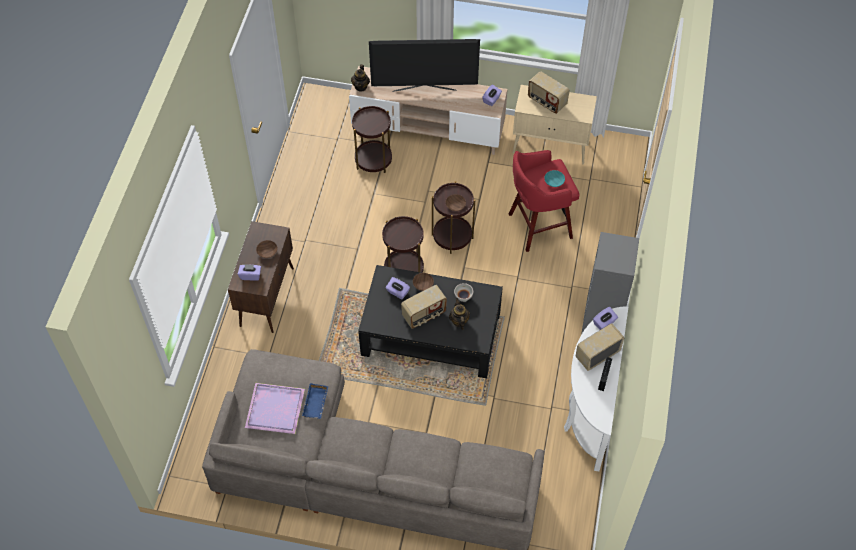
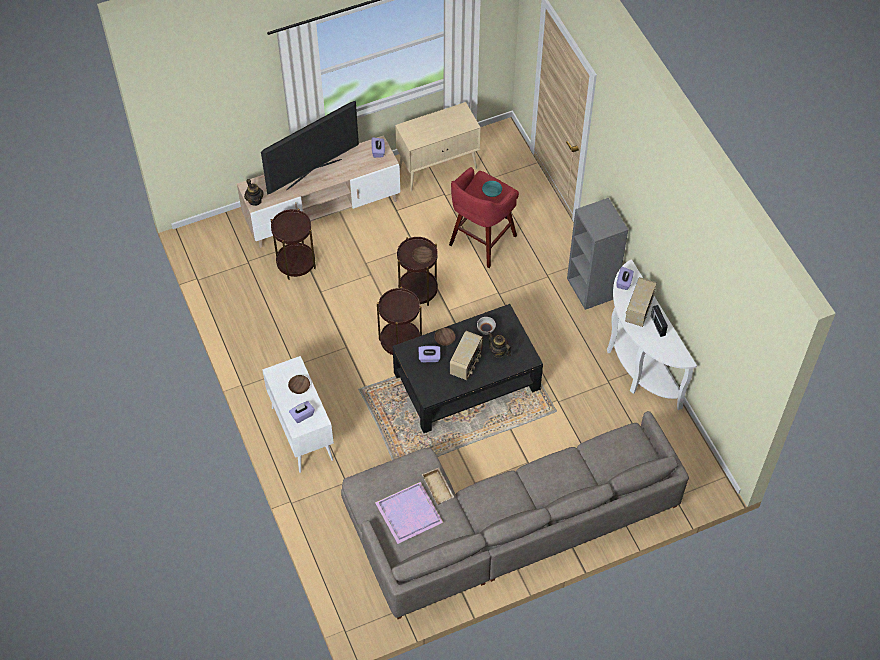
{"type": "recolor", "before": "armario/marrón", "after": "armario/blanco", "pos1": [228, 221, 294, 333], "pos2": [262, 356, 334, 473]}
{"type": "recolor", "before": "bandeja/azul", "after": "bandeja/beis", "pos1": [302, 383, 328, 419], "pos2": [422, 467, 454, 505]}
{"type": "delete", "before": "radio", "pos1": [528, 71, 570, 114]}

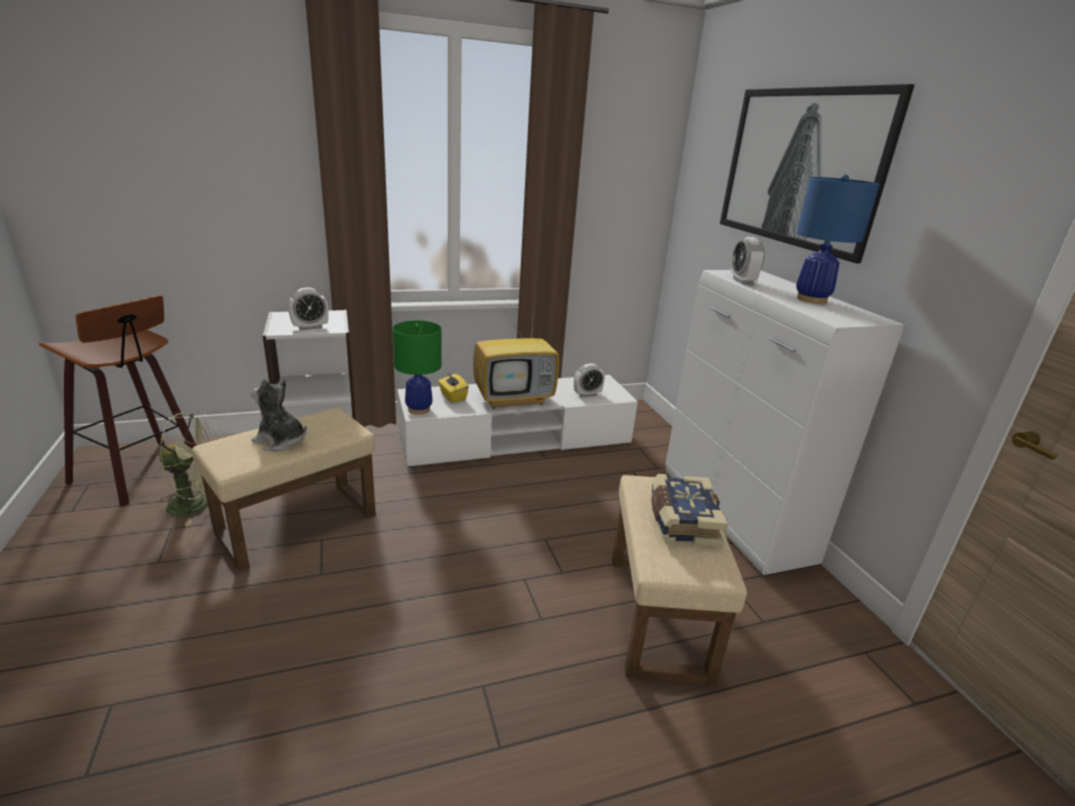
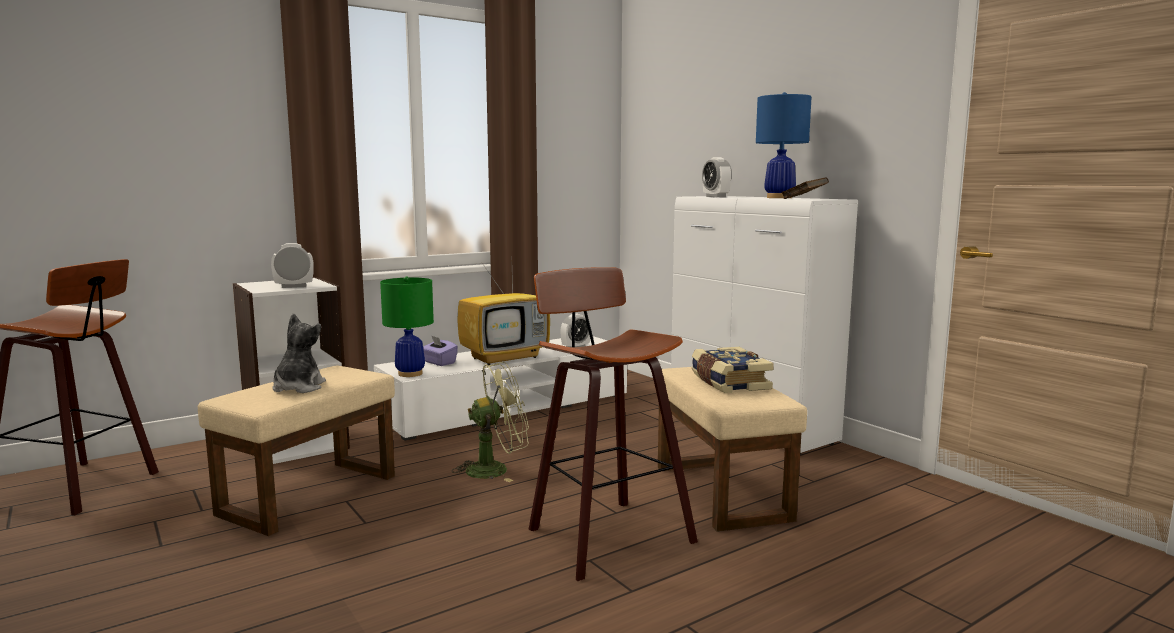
{"type": "rotate", "before": "despertador", "pos1": [288, 287, 329, 330], "pos2": [271, 243, 314, 288], "turn": -150}
{"type": "rotate", "before": "peluche", "pos1": [251, 379, 307, 452], "pos2": [272, 313, 326, 393], "turn": 90}
{"type": "recolor", "before": "caja de pañuelos/amarillo", "after": "caja de pañuelos/morado", "pos1": [438, 373, 469, 402], "pos2": [423, 335, 458, 366]}
{"type": "move", "before": "ventilador/verde", "pos1": [158, 412, 218, 526], "pos2": [452, 362, 529, 482]}
{"type": "insert", "after": "taburete", "pos2": [529, 267, 698, 581]}
{"type": "insert", "after": "libro/marrón", "pos2": [782, 177, 829, 199]}
{"type": "delete", "before": "cuadro", "pos1": [720, 84, 915, 263]}

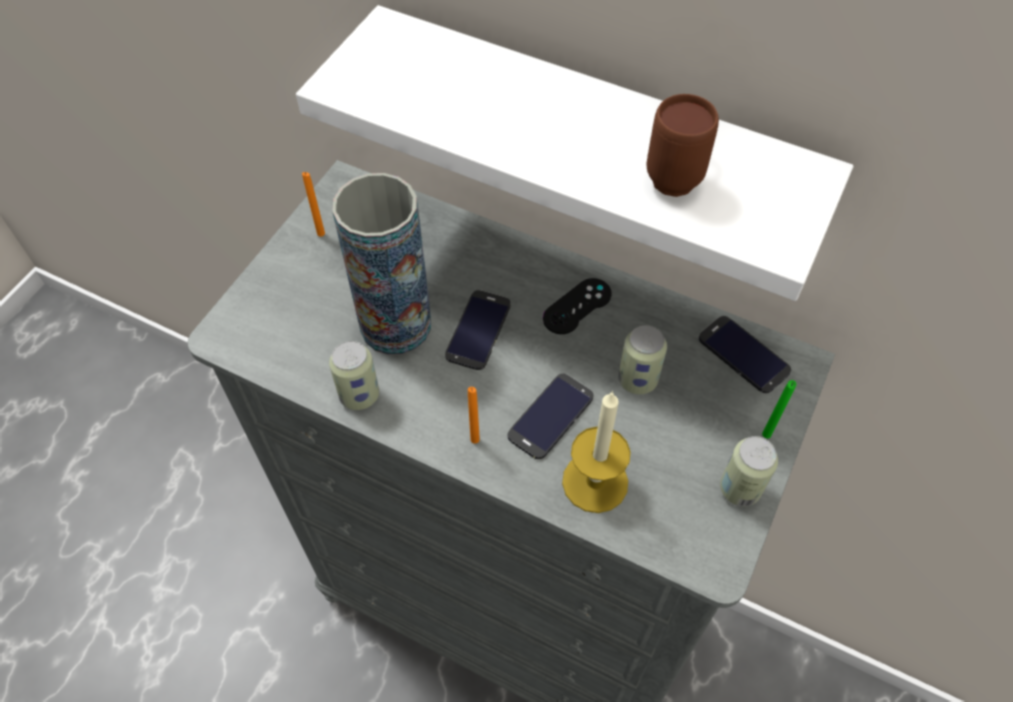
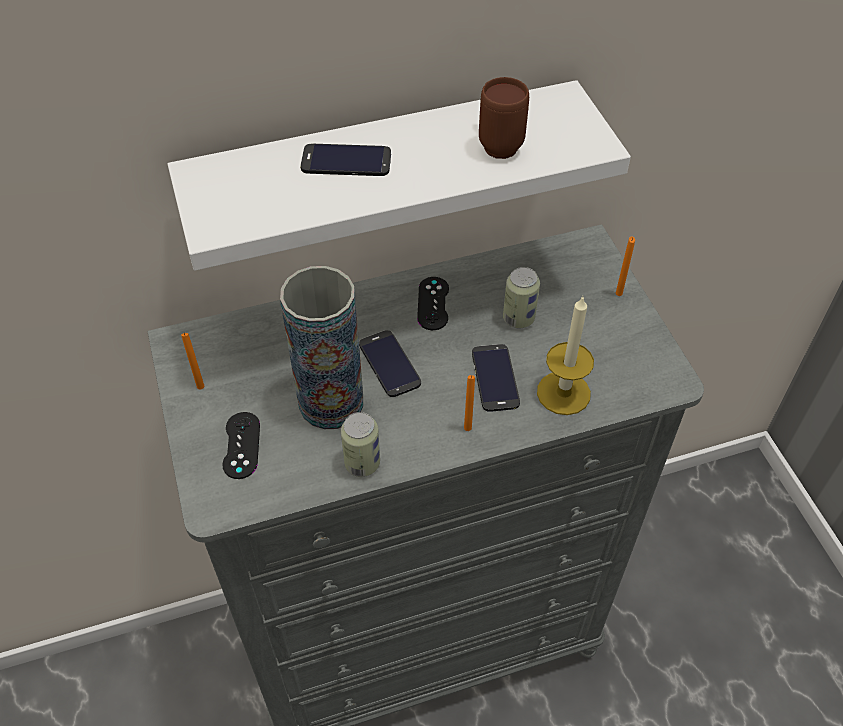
{"type": "insert", "after": "mando de consola/negro", "pos2": [222, 412, 260, 479]}
{"type": "move", "before": "móvil", "pos1": [699, 316, 791, 393], "pos2": [300, 144, 391, 176]}
{"type": "recolor", "before": "vela/verde", "after": "vela/naranja", "pos1": [762, 380, 796, 439], "pos2": [616, 237, 635, 296]}
{"type": "delete", "before": "lata", "pos1": [720, 436, 778, 507]}

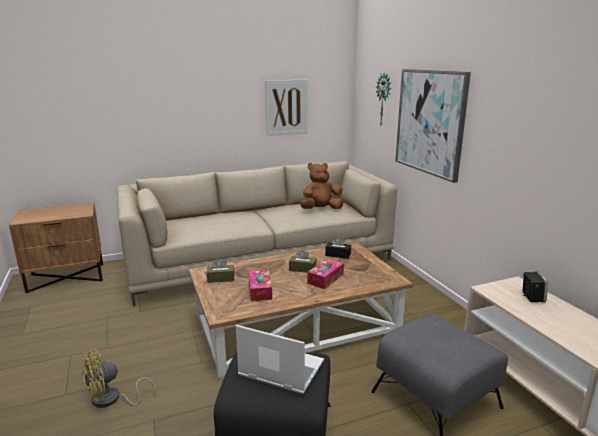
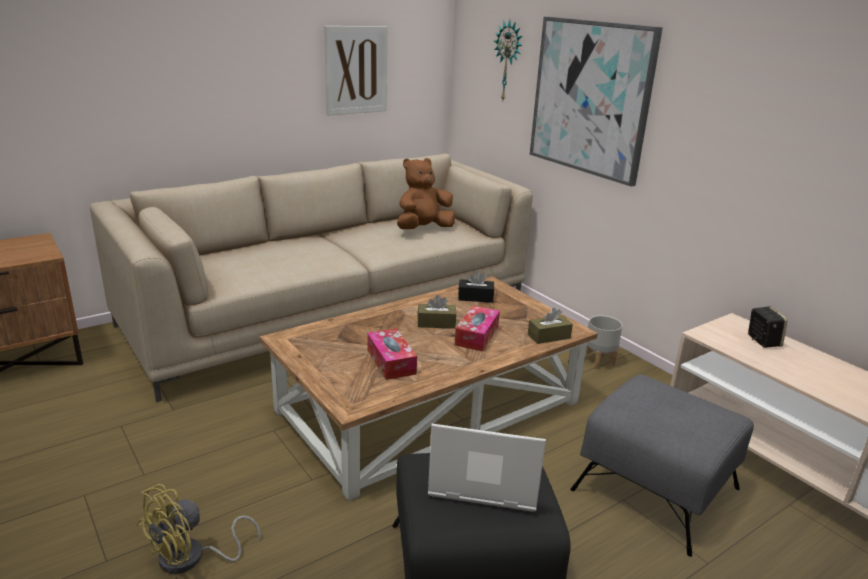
{"type": "move", "before": "caja de pañuelos/marrón", "pos1": [207, 259, 234, 283], "pos2": [528, 308, 573, 344]}
{"type": "insert", "after": "maceta/gris", "pos2": [585, 315, 622, 369]}

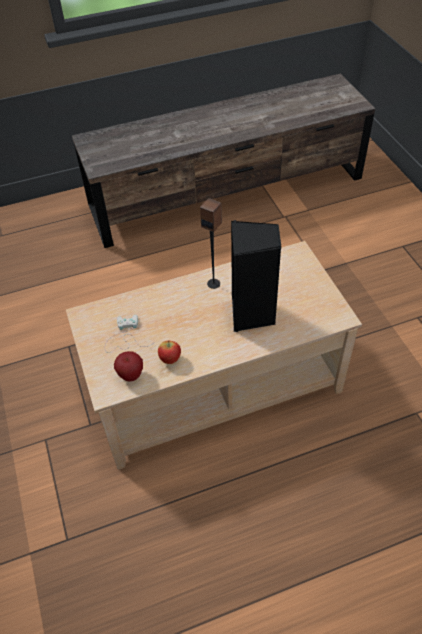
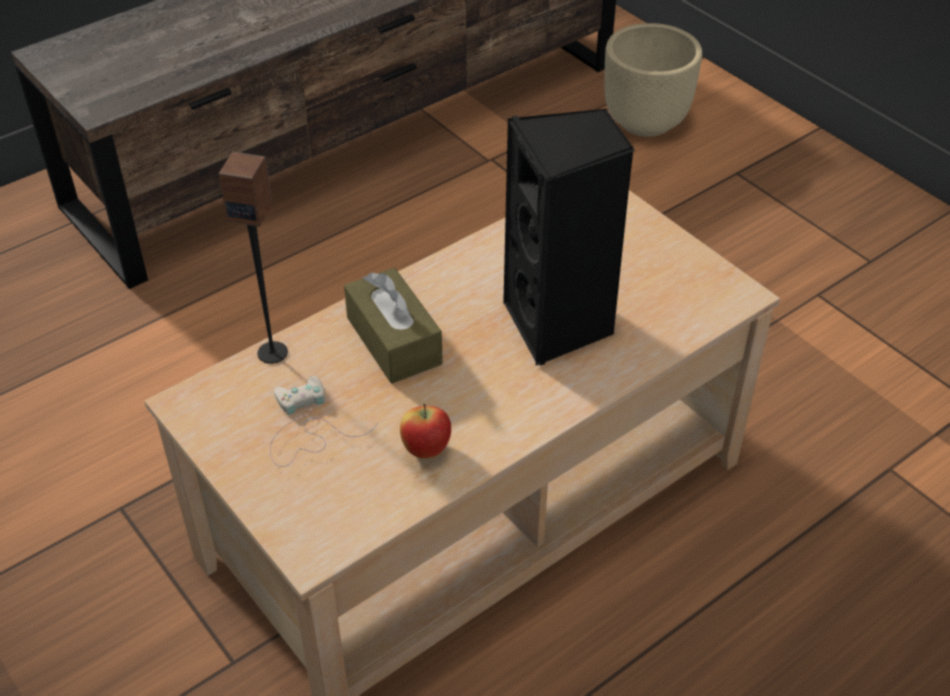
{"type": "move", "before": "altavoz", "pos1": [200, 198, 222, 289], "pos2": [219, 152, 288, 364]}
{"type": "insert", "after": "caja de pañuelos/marrón", "pos2": [344, 268, 443, 384]}
{"type": "insert", "after": "maceta/beis", "pos2": [604, 23, 702, 137]}
{"type": "delete", "before": "manzana", "pos1": [114, 351, 143, 382]}

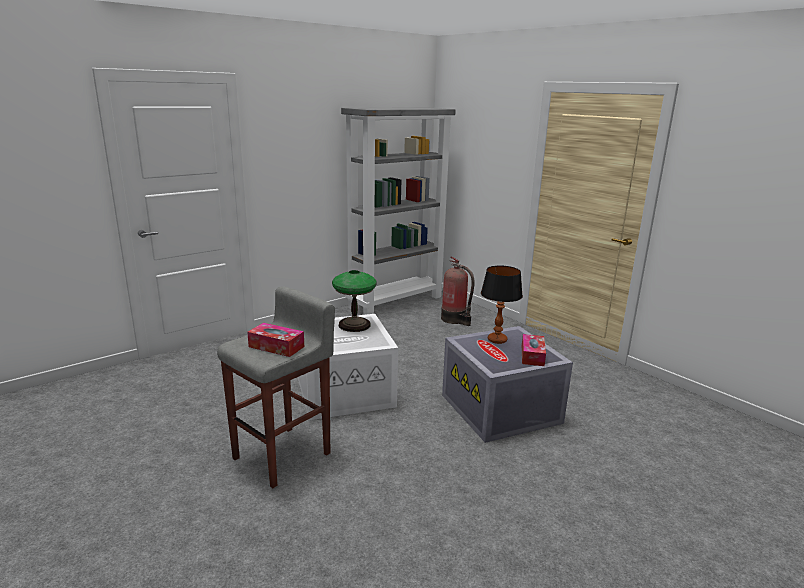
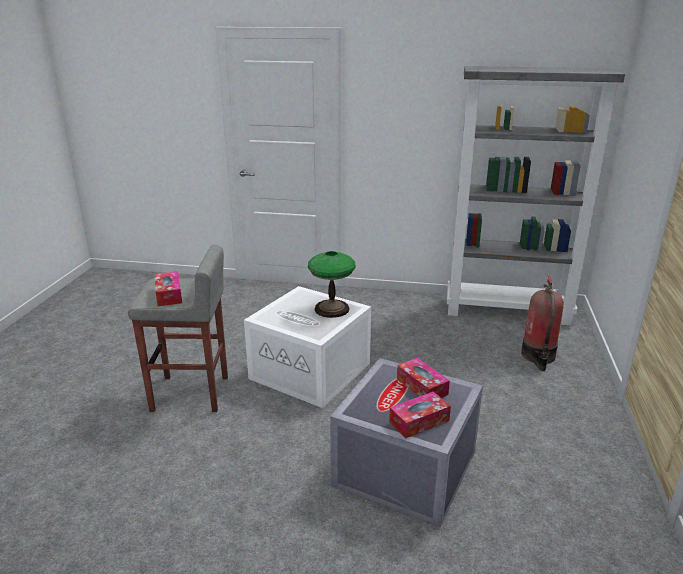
{"type": "replace", "before": "lámpara de mesa", "after": "caja de pañuelos", "pos1": [481, 266, 523, 344], "pos2": [397, 358, 450, 398]}

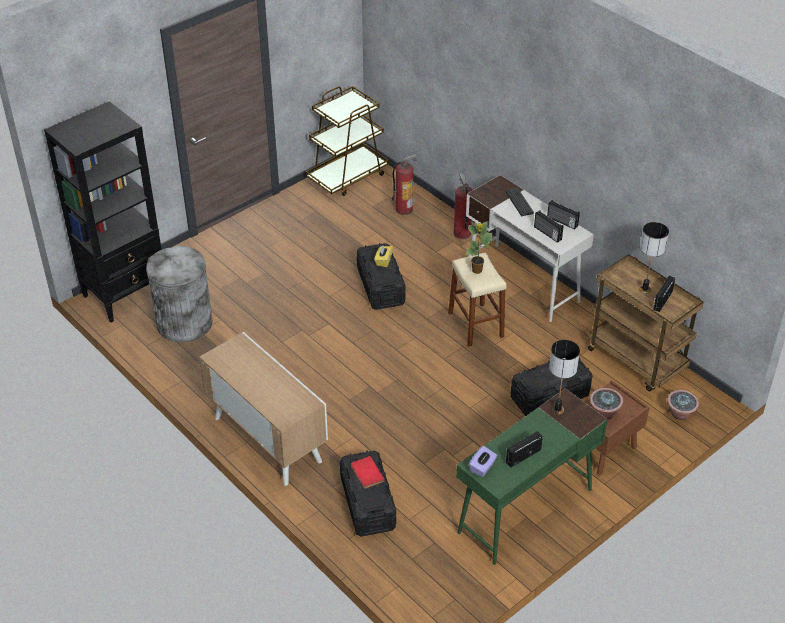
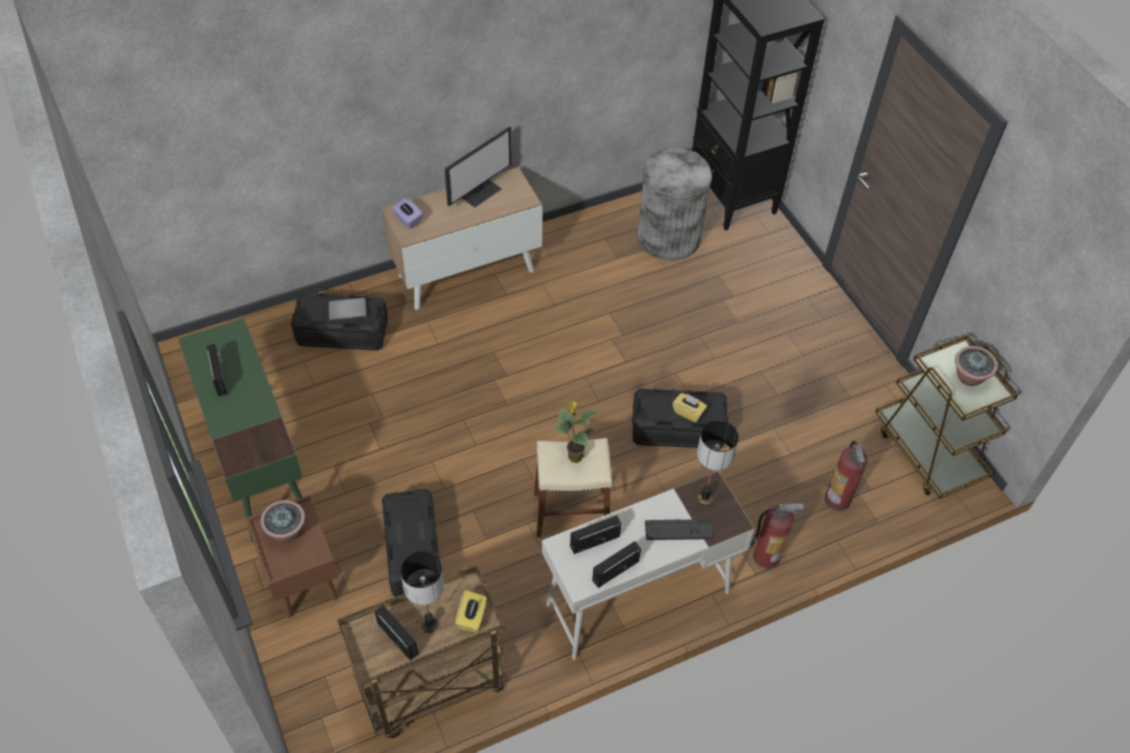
{"type": "recolor", "before": "libro/rojo", "after": "libro/gris", "pos1": [351, 456, 385, 489], "pos2": [329, 298, 367, 322]}
{"type": "move", "before": "caja de pañuelos/morado", "pos1": [469, 446, 497, 477], "pos2": [392, 198, 423, 229]}
{"type": "insert", "after": "monitor", "pos2": [445, 126, 512, 208]}
{"type": "insert", "after": "caja de pañuelos/amarillo", "pos2": [455, 590, 487, 633]}
{"type": "move", "before": "lámpara de mesa", "pos1": [549, 340, 580, 415], "pos2": [697, 420, 739, 504]}
{"type": "move", "before": "planta en maceta", "pos1": [667, 390, 699, 420], "pos2": [955, 346, 998, 386]}

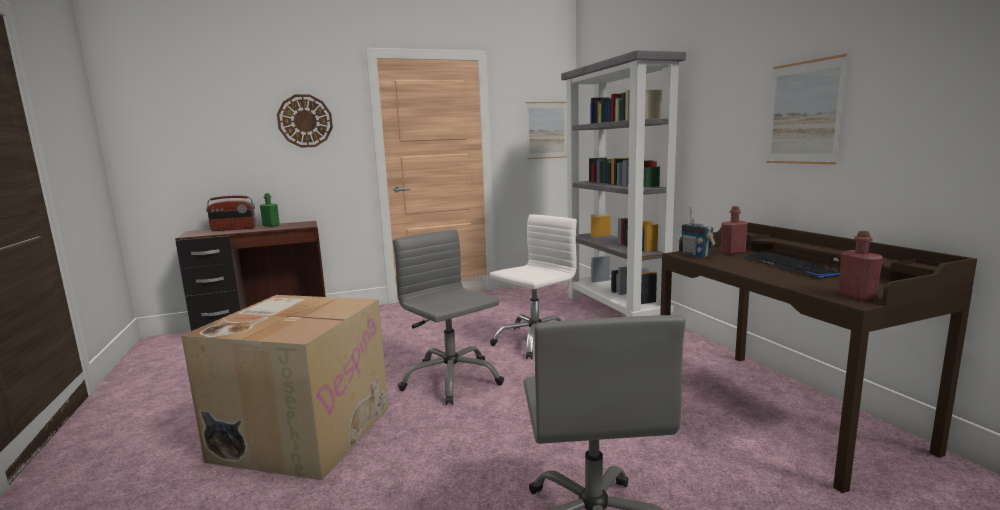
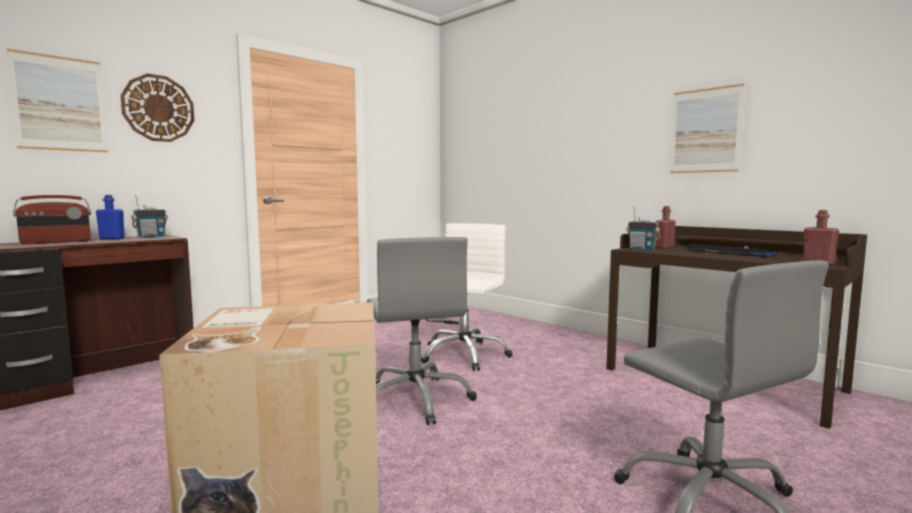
{"type": "move", "before": "cuadro", "pos1": [526, 102, 567, 159], "pos2": [7, 49, 108, 152]}
{"type": "recolor", "before": "botella/verde", "after": "botella/azul", "pos1": [260, 193, 280, 227], "pos2": [96, 195, 125, 239]}
{"type": "insert", "after": "radio", "pos2": [132, 195, 168, 238]}
{"type": "rotate", "before": "silla de oficina/gris", "pos1": [393, 229, 504, 405], "pos2": [367, 237, 477, 425], "turn": -135}
{"type": "delete", "before": "estantería/gris", "pos1": [561, 50, 686, 317]}

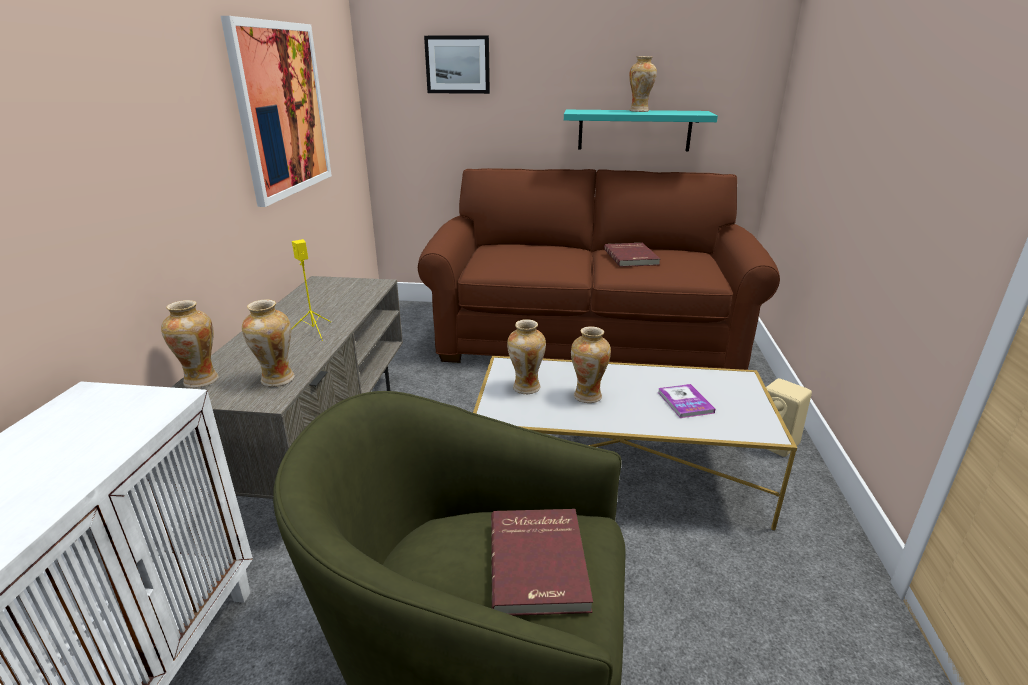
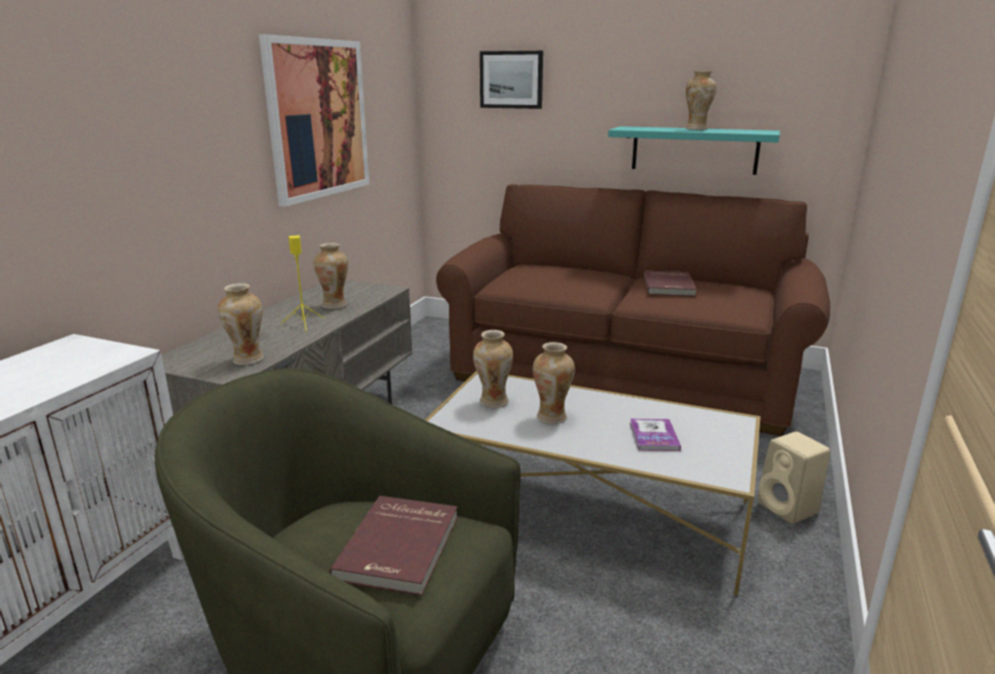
{"type": "move", "before": "florero", "pos1": [161, 300, 219, 388], "pos2": [314, 243, 348, 309]}

